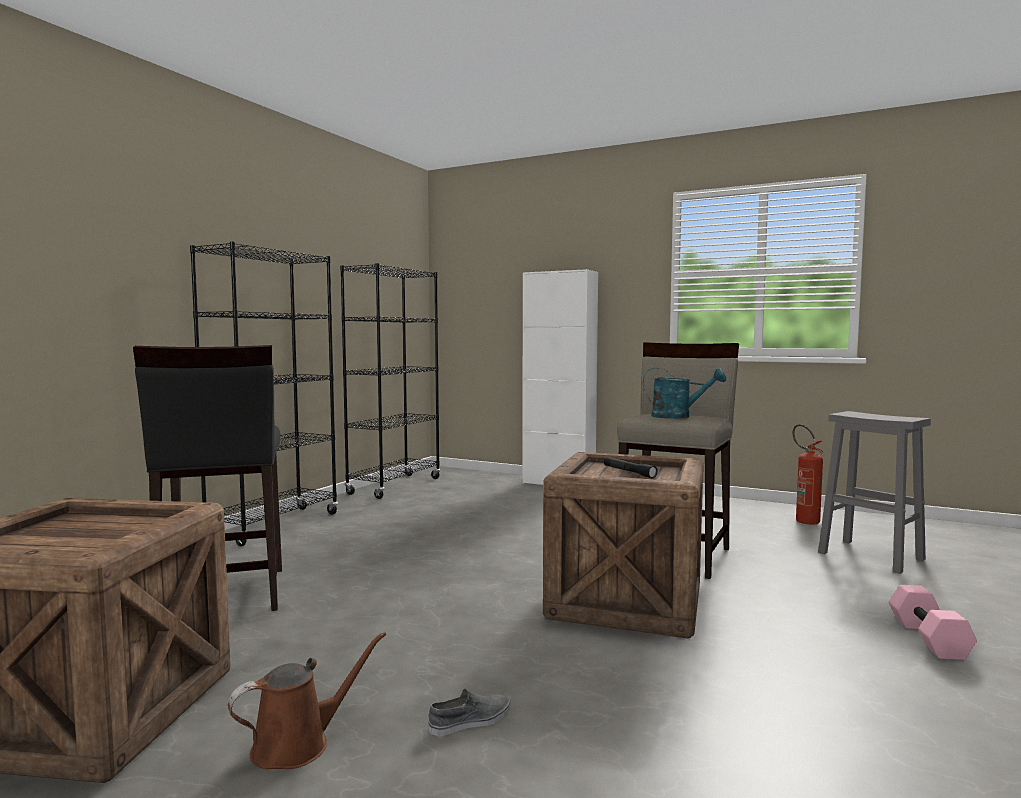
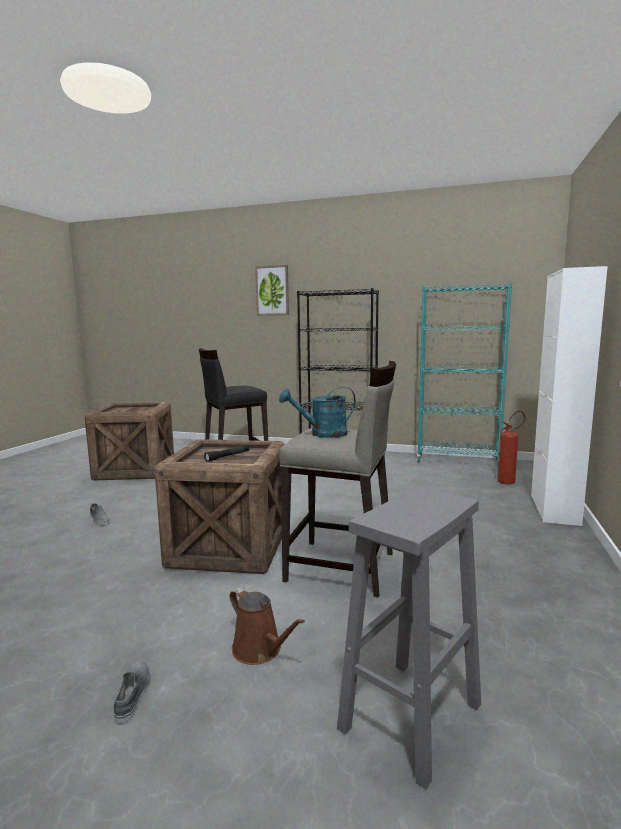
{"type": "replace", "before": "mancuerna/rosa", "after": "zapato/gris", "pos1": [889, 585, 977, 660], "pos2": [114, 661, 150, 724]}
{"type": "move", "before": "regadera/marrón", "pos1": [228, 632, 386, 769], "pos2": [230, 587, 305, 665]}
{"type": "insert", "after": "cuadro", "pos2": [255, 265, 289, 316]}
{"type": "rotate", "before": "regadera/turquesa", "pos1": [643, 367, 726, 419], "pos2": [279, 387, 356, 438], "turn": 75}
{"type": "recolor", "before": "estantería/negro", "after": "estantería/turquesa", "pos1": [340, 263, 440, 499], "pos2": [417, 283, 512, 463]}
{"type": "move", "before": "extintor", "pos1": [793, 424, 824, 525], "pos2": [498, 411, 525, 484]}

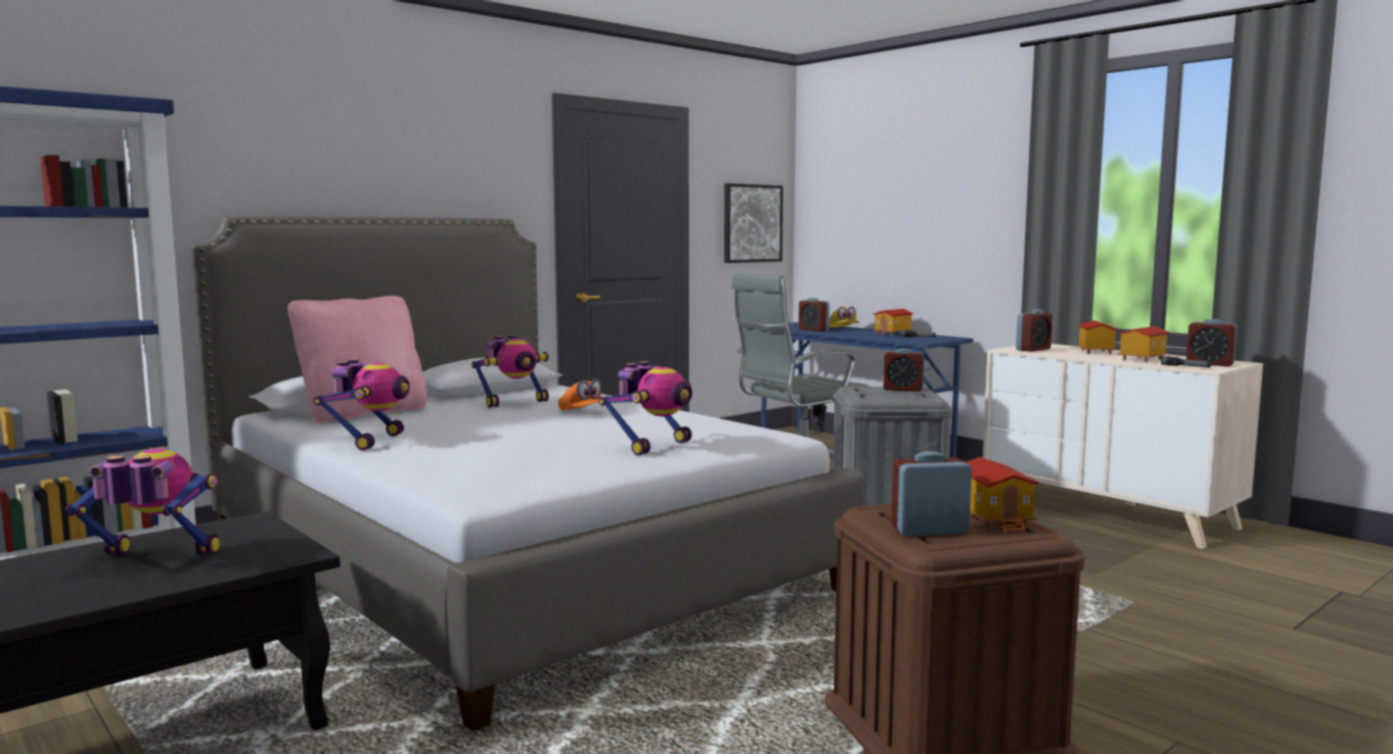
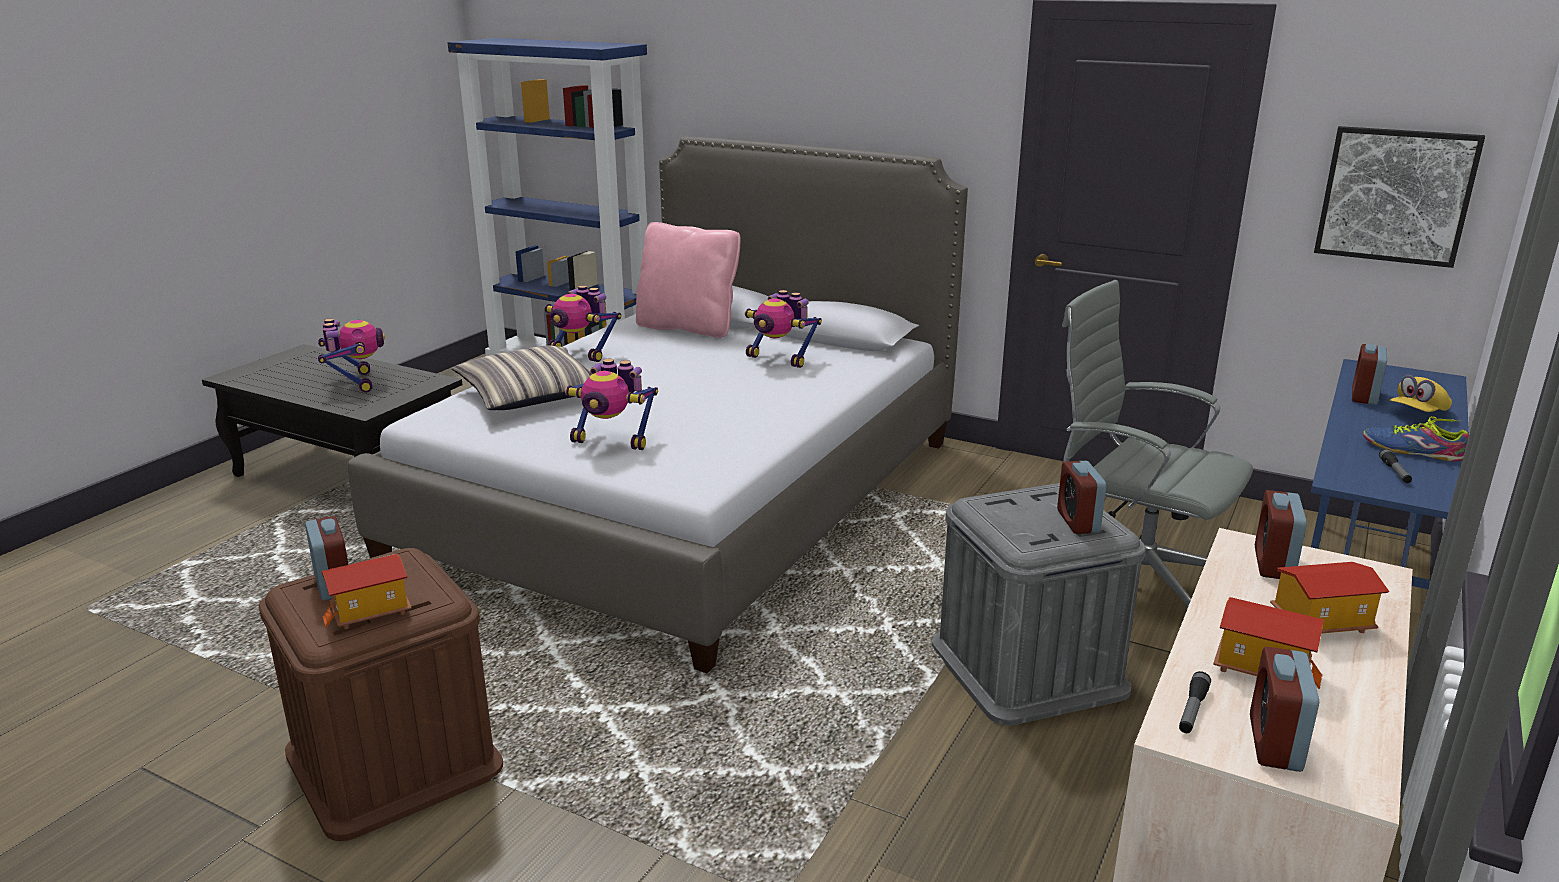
{"type": "insert", "after": "cojín", "pos2": [452, 346, 592, 410]}
{"type": "rotate", "before": "robot de juguete", "pos1": [314, 359, 410, 450], "pos2": [545, 285, 621, 362], "turn": 45}
{"type": "rotate", "before": "despertador", "pos1": [1016, 309, 1052, 352], "pos2": [1255, 490, 1307, 579], "turn": 75}
{"type": "replace", "before": "casita", "after": "zapato", "pos1": [873, 309, 913, 336], "pos2": [1363, 416, 1469, 462]}
{"type": "delete", "before": "gorra/naranja", "pos1": [558, 379, 601, 410]}

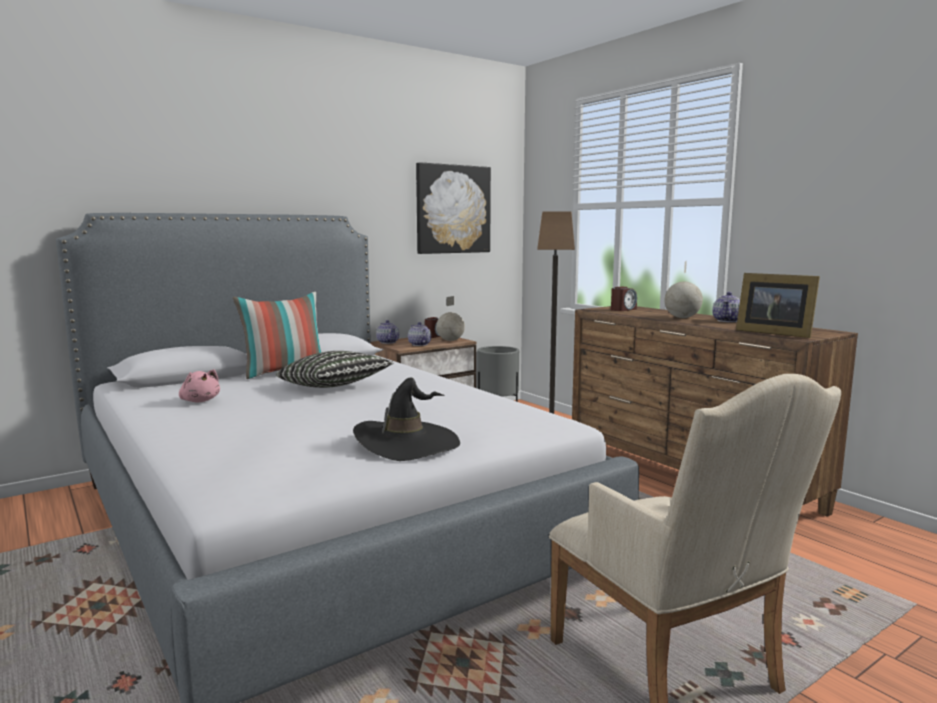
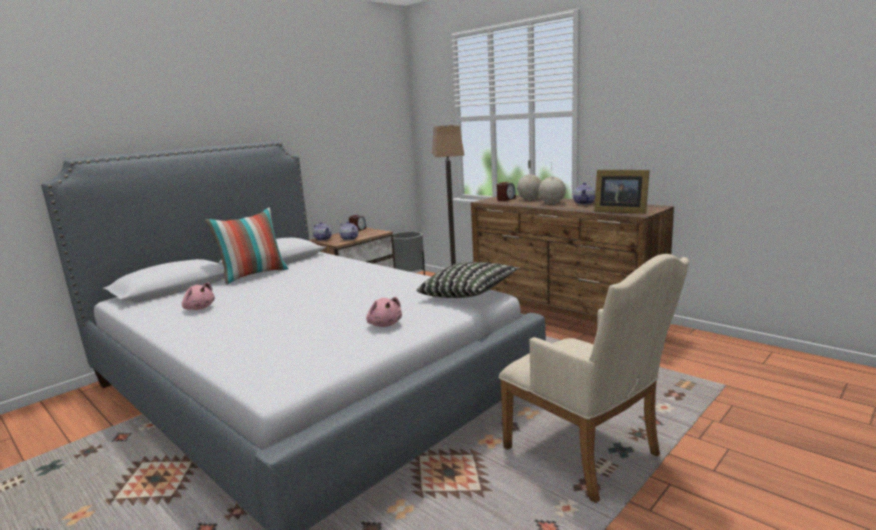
{"type": "replace", "before": "sombrero/negro", "after": "peluche/rosa", "pos1": [353, 377, 460, 461], "pos2": [366, 297, 402, 327]}
{"type": "move", "before": "cojín", "pos1": [276, 351, 393, 388], "pos2": [417, 262, 518, 298]}
{"type": "move", "before": "globo terráqueo", "pos1": [436, 296, 465, 341], "pos2": [517, 160, 542, 200]}
{"type": "delete", "before": "cuadro", "pos1": [416, 162, 491, 254]}

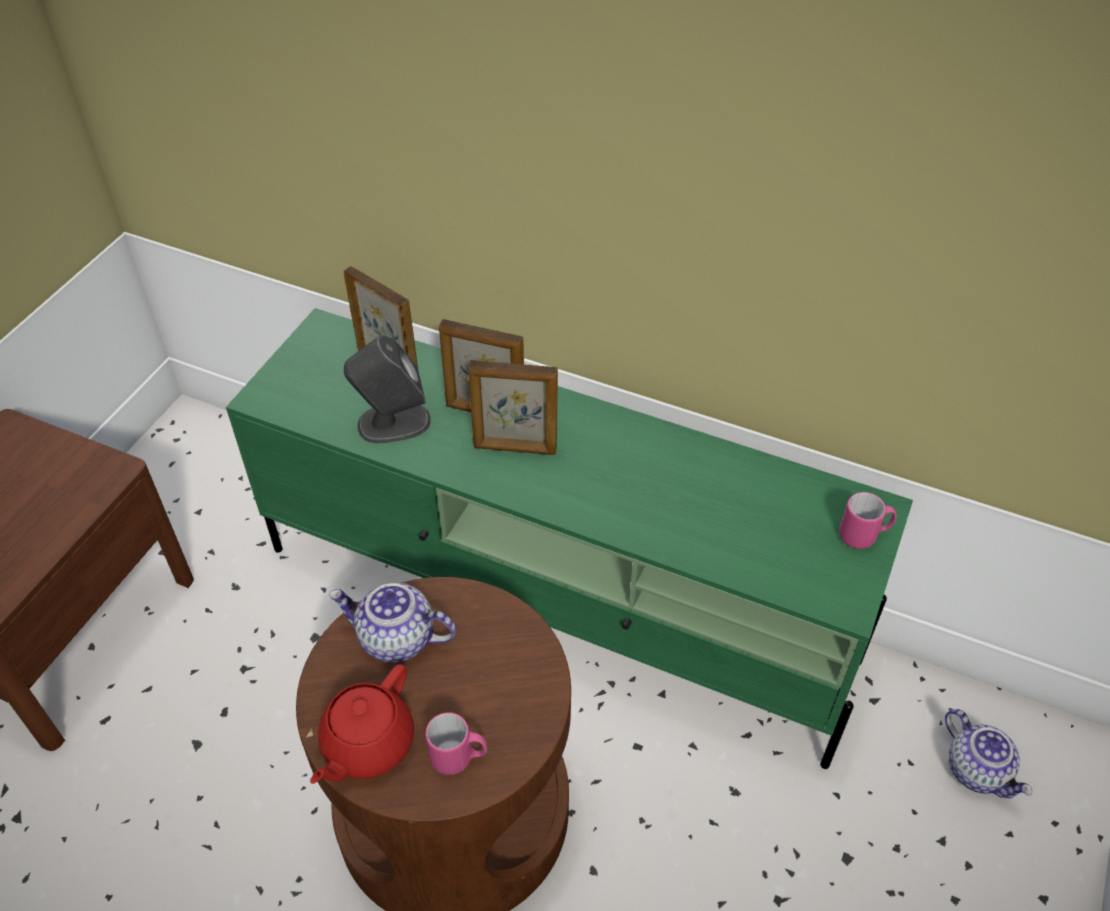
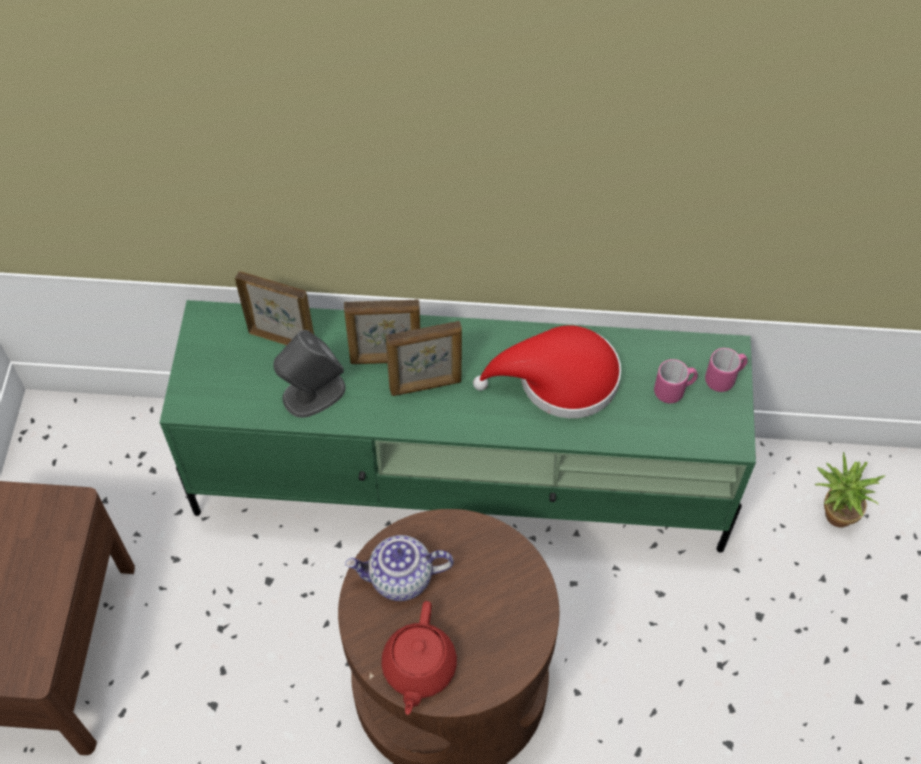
{"type": "insert", "after": "sombrero/rojo", "pos2": [473, 325, 621, 418]}
{"type": "move", "before": "taza grande/rosa", "pos1": [425, 712, 487, 775], "pos2": [654, 359, 698, 403]}
{"type": "replace", "before": "tetera", "after": "planta en maceta", "pos1": [945, 709, 1032, 799], "pos2": [815, 452, 885, 527]}

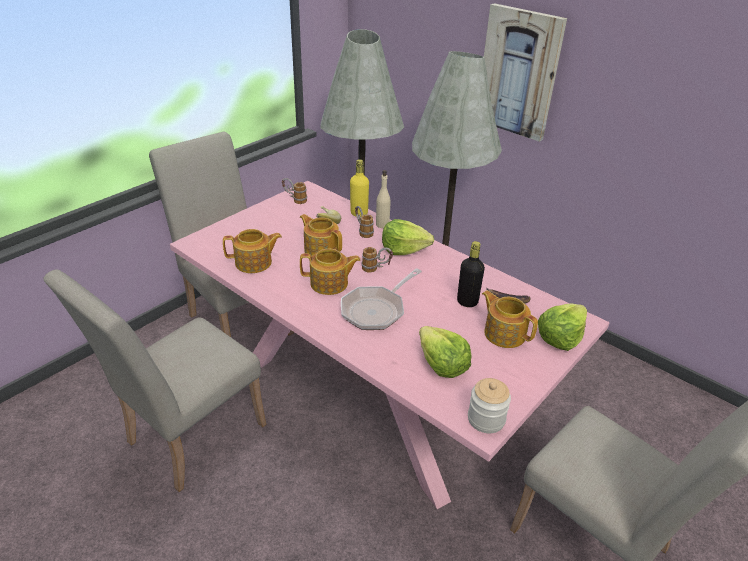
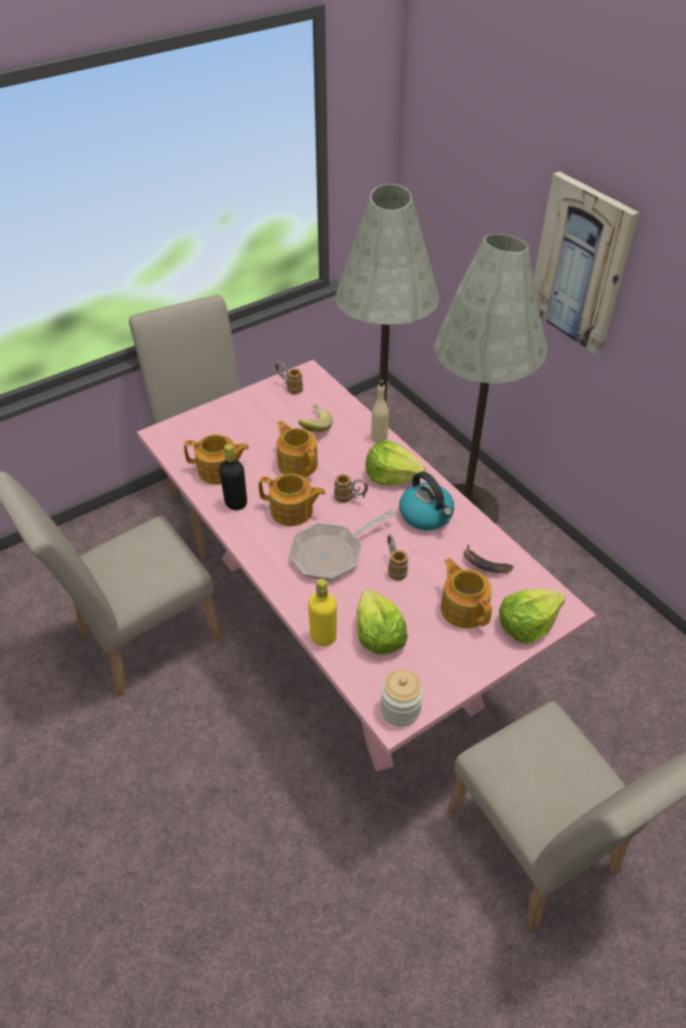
{"type": "move", "before": "botella/negro", "pos1": [457, 241, 485, 307], "pos2": [219, 444, 247, 510]}
{"type": "move", "before": "botella/amarillo", "pos1": [350, 159, 369, 217], "pos2": [308, 579, 337, 646]}
{"type": "move", "before": "taza grande", "pos1": [355, 206, 374, 238], "pos2": [387, 534, 408, 581]}
{"type": "insert", "after": "hervidor", "pos2": [399, 471, 454, 531]}

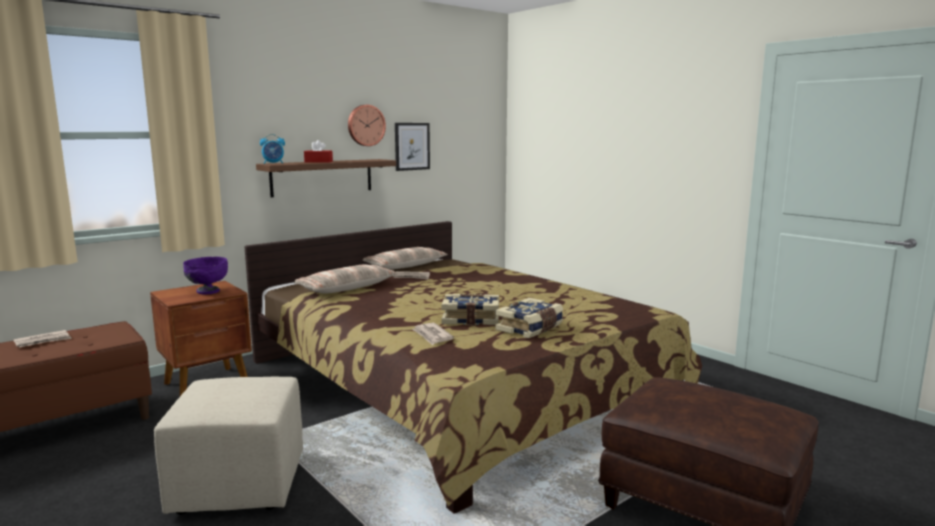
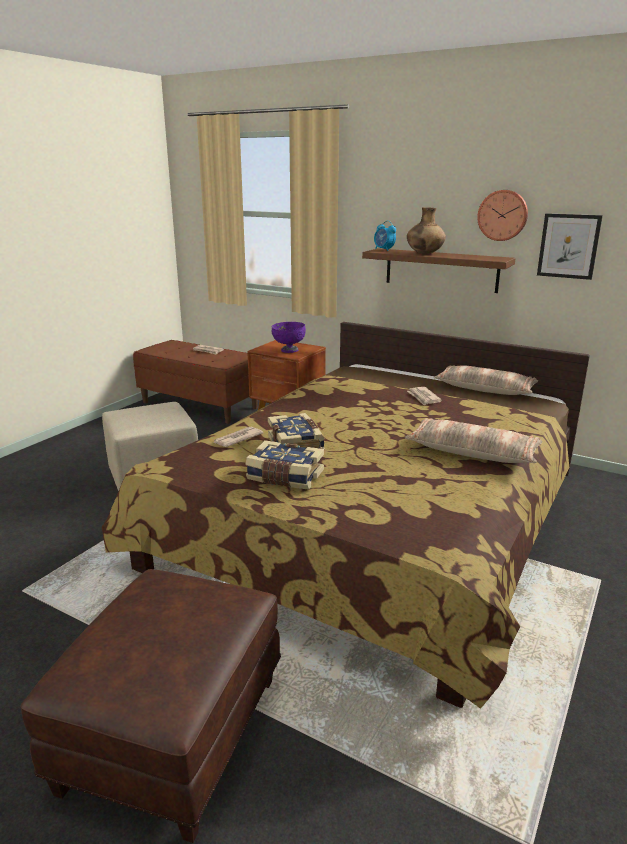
{"type": "move", "before": "cojín", "pos1": [294, 265, 398, 294], "pos2": [405, 418, 542, 463]}
{"type": "replace", "before": "caja de pañuelos/rojo", "after": "florero/marrón", "pos1": [304, 140, 333, 163], "pos2": [407, 207, 446, 254]}

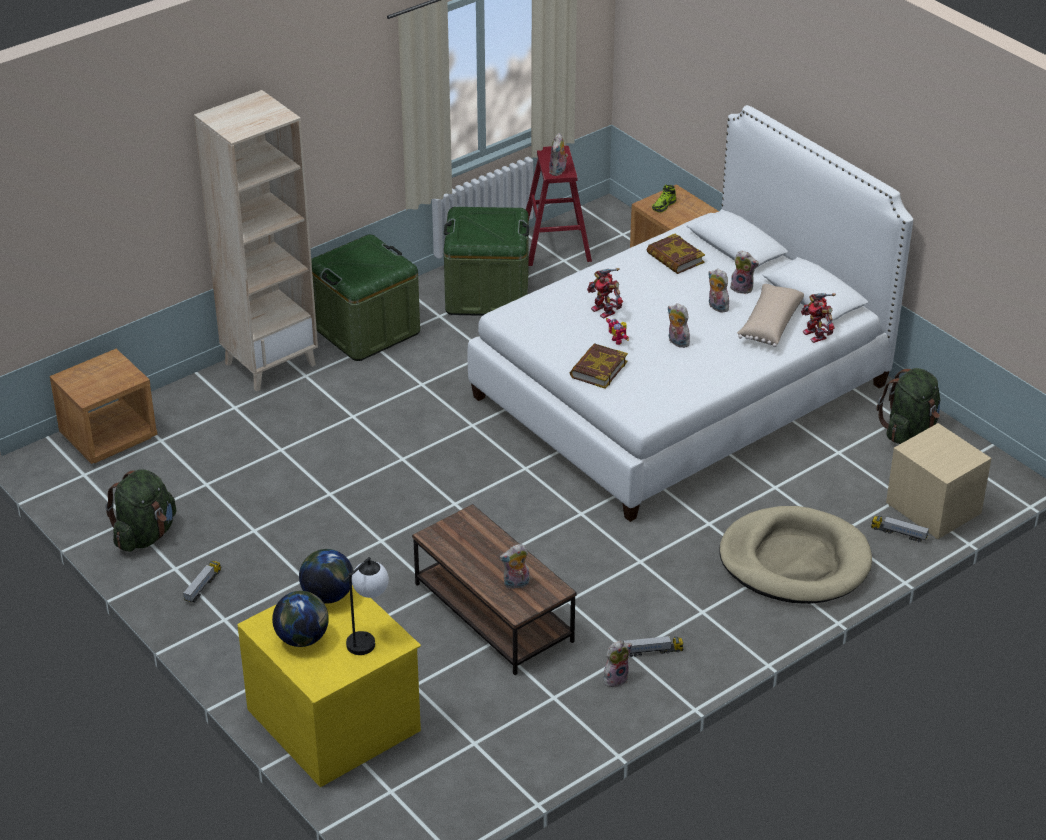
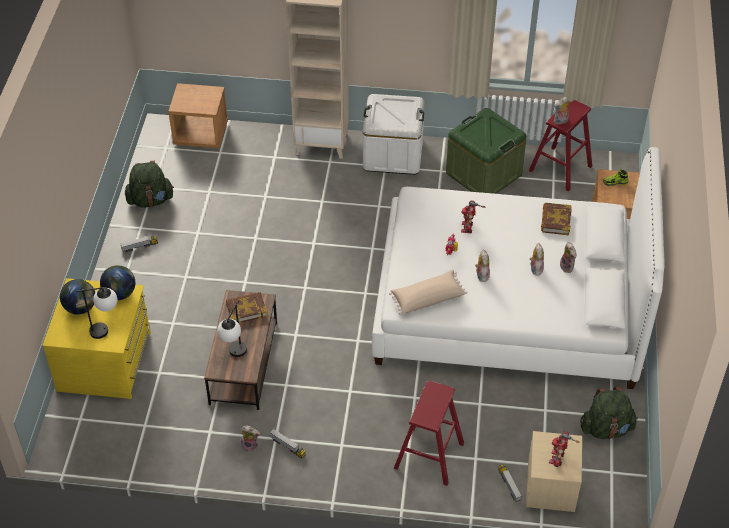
{"type": "replace", "before": "peluche", "after": "lámpara de mesa", "pos1": [499, 544, 529, 589], "pos2": [217, 300, 247, 357]}
{"type": "move", "before": "libro", "pos1": [570, 343, 628, 389], "pos2": [226, 292, 268, 323]}
{"type": "recolor", "before": "caja de almacenaje/verde", "after": "caja de almacenaje/blanco", "pos1": [311, 234, 420, 361], "pos2": [363, 94, 425, 175]}
{"type": "move", "before": "cojín/beis", "pos1": [737, 284, 804, 347], "pos2": [389, 270, 468, 315]}
{"type": "replace", "before": "cama para perro/beis", "after": "taburete/rojo", "pos1": [719, 506, 872, 604], "pos2": [394, 380, 464, 486]}
{"type": "move", "before": "robot de juguete", "pos1": [801, 293, 836, 343], "pos2": [549, 431, 579, 467]}

